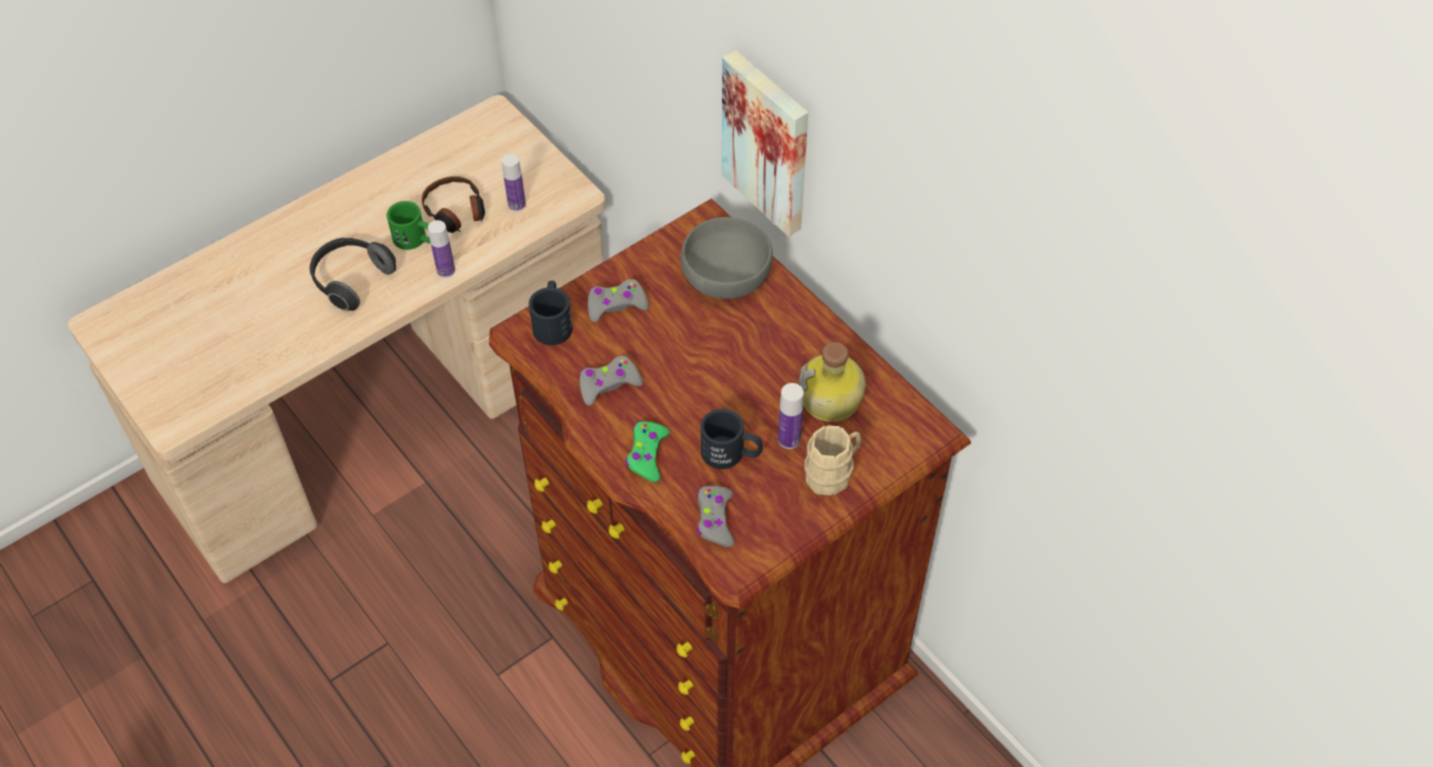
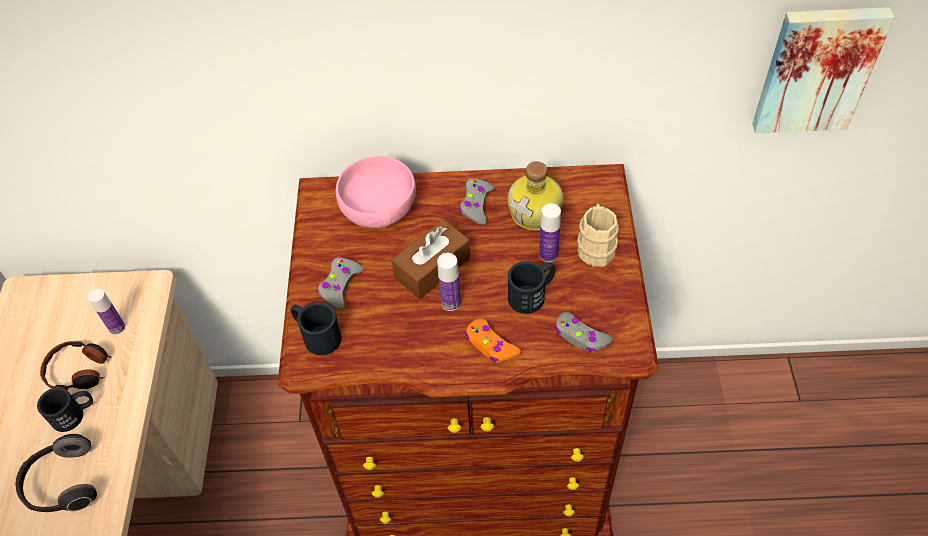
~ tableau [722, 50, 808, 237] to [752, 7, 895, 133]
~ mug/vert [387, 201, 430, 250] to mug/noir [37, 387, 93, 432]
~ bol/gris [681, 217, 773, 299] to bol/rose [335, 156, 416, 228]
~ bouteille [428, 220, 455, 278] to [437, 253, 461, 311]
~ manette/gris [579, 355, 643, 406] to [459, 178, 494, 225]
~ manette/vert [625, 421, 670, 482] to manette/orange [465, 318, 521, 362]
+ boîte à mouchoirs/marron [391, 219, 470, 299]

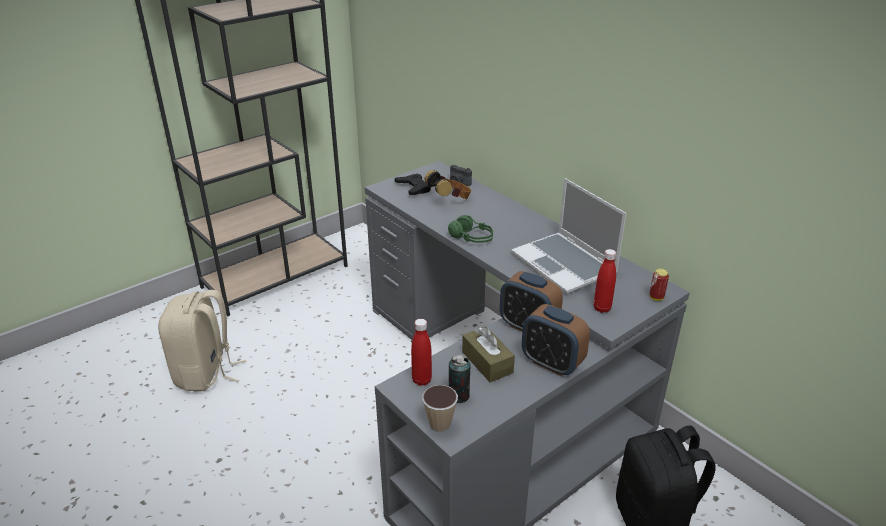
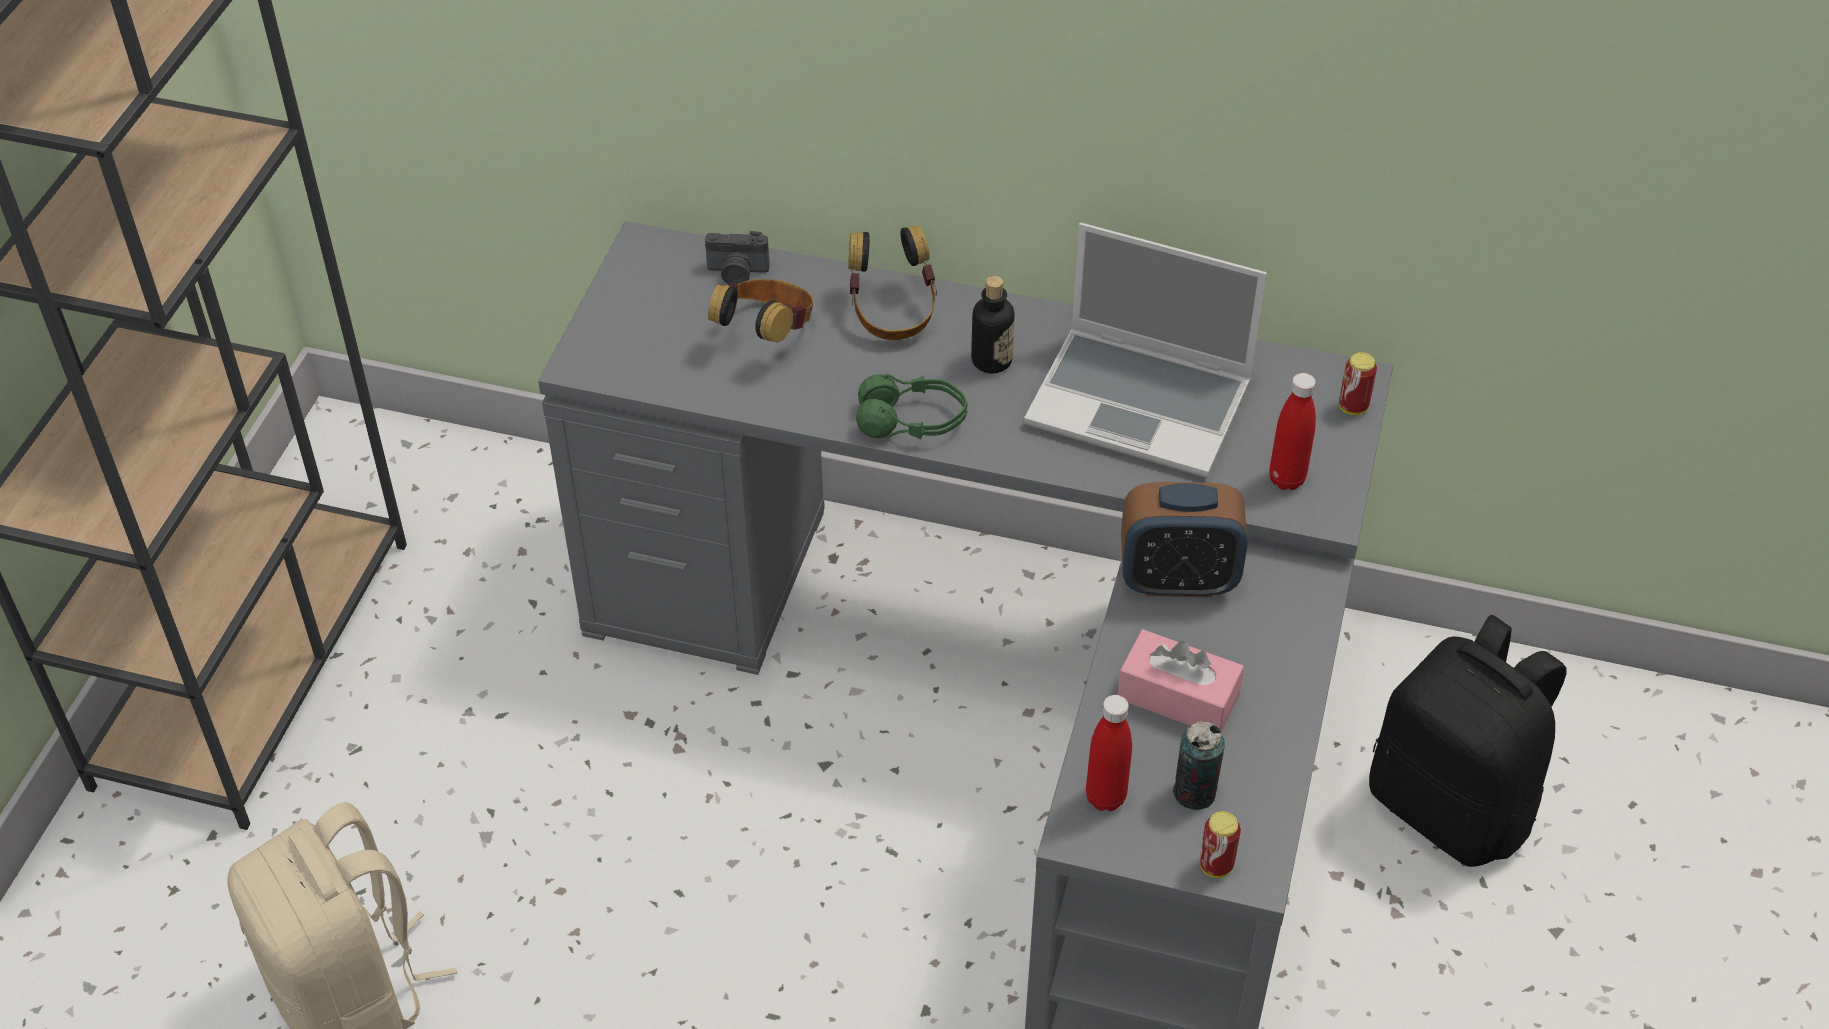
- manette/noir [395, 174, 431, 195]
- réveil [522, 304, 590, 376]
~ boîte à mouchoirs/marron [462, 326, 515, 382] to boîte à mouchoirs/rose [1118, 629, 1244, 733]
~ tasse [422, 385, 458, 432] to boîte métallique [1199, 811, 1241, 878]
+ casque audio [848, 225, 937, 340]
+ bouteille [971, 276, 1015, 374]

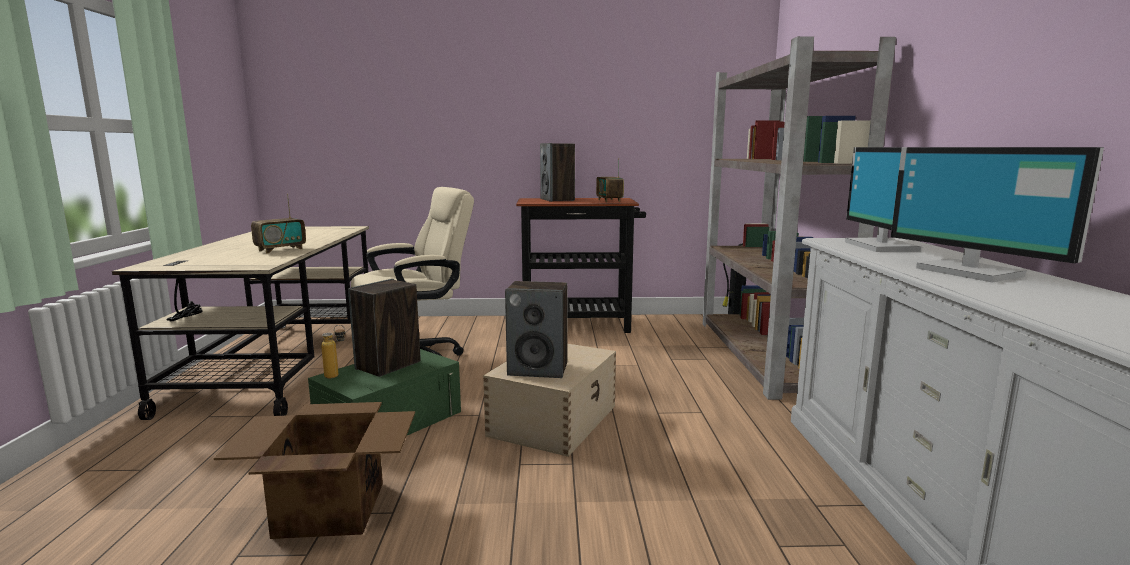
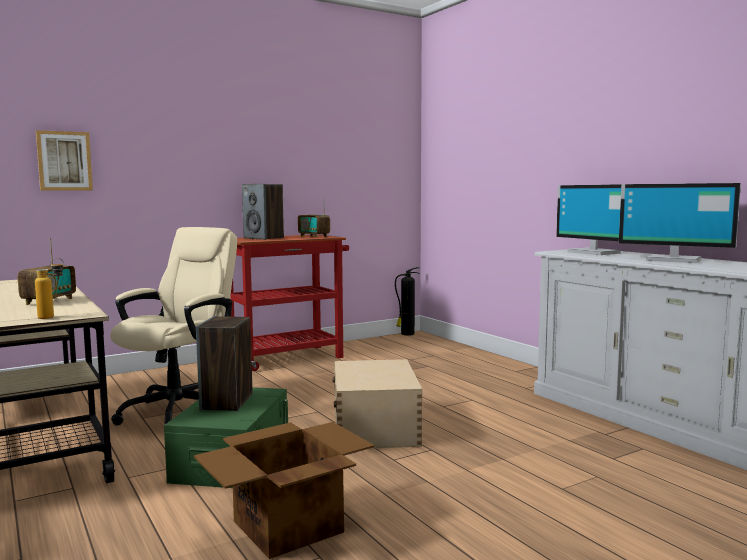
- bibliothèque/marron [703, 36, 896, 400]
~ chariot/noir [516, 198, 646, 333] to chariot/rouge [230, 234, 349, 371]
- enceinte [505, 281, 567, 378]
~ bouteille [321, 325, 345, 378] to [35, 258, 64, 319]
+ tableau [36, 130, 93, 191]

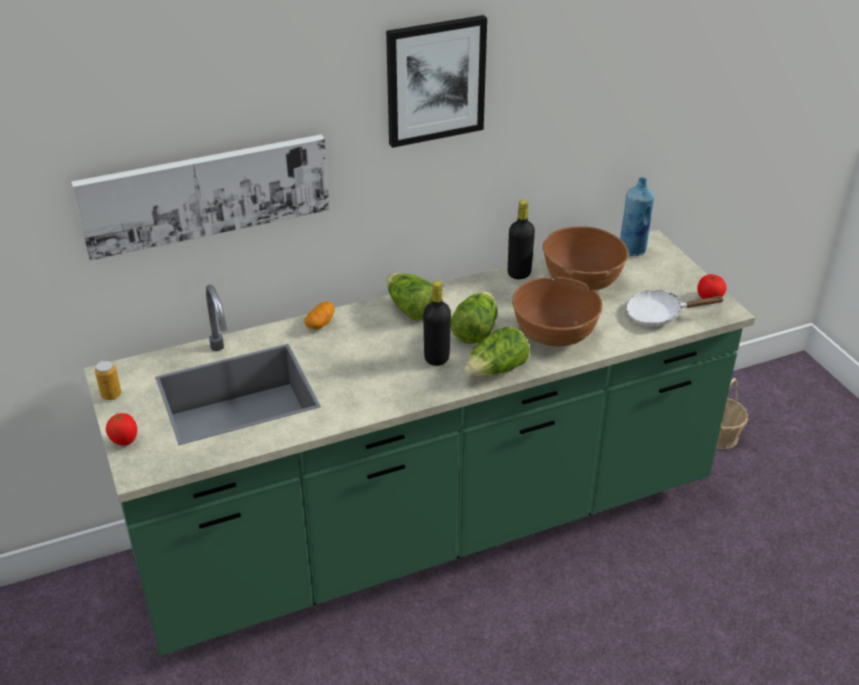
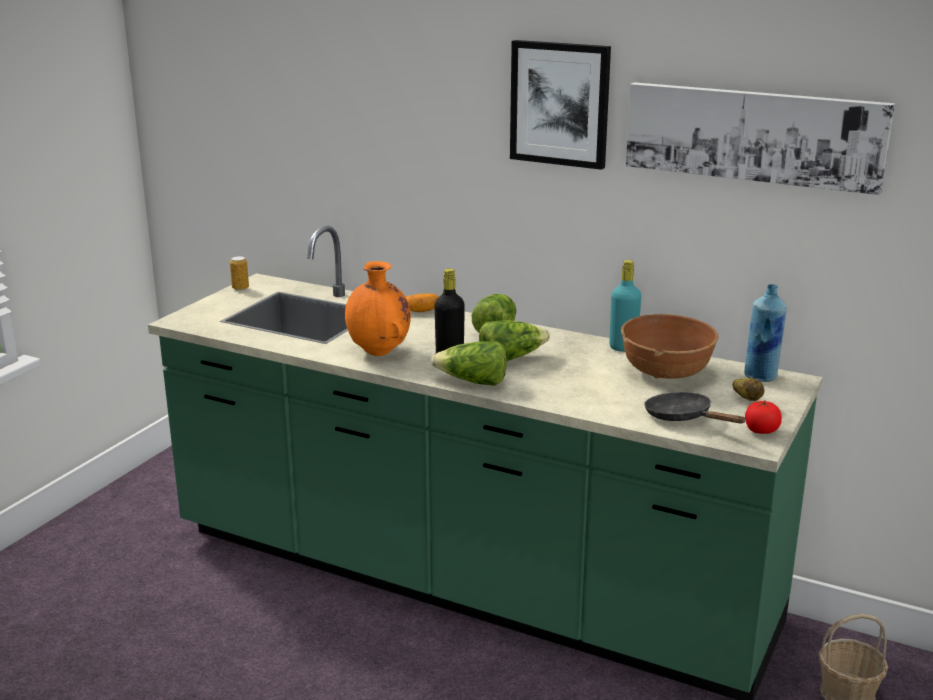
~ tableau [71, 134, 329, 261] to [626, 82, 895, 195]
~ bouteille/noir [508, 200, 535, 279] to bouteille/turquoise [609, 260, 641, 352]
- bol/marron [512, 277, 603, 347]
~ poêle/blanc [626, 290, 725, 326] to poêle/noir [644, 392, 745, 424]
- tomate [106, 413, 137, 446]
+ vase/orange [345, 261, 411, 356]
+ pomme de terre [732, 378, 764, 401]

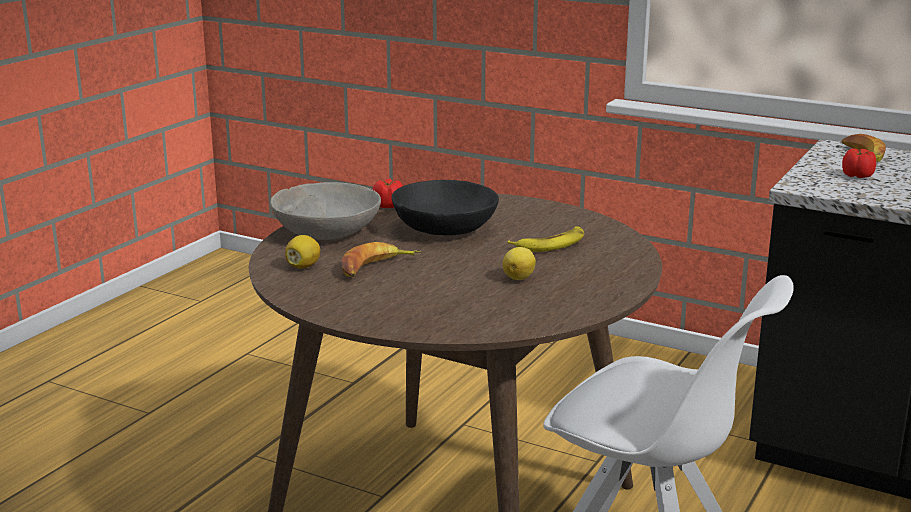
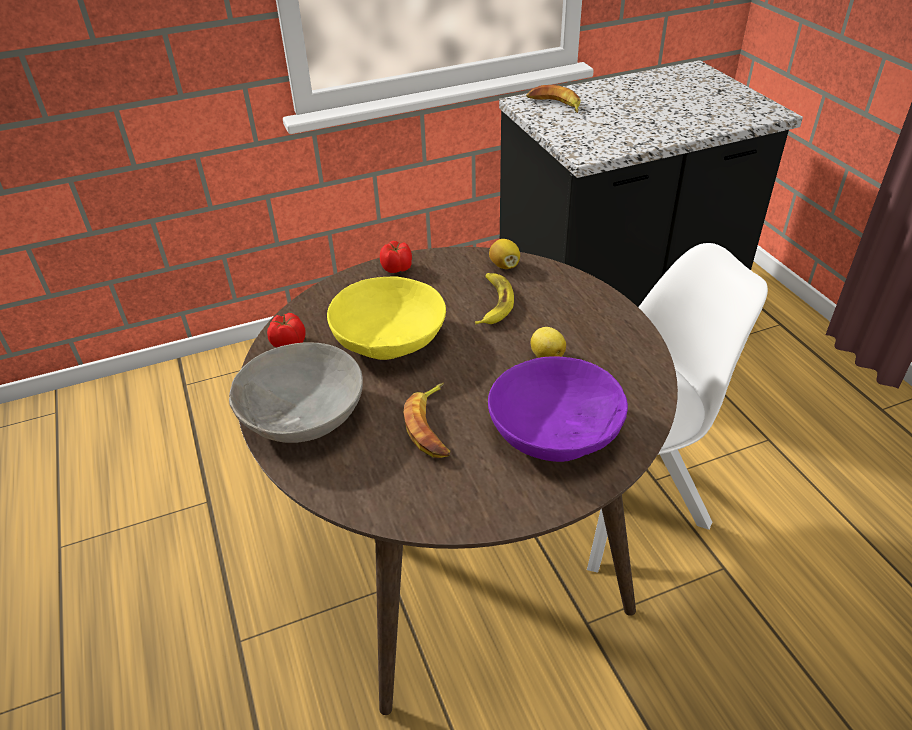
~ tomate [842, 148, 876, 178] to [380, 241, 412, 273]
~ bol/noir [391, 180, 499, 235] to bol/jaune [327, 276, 446, 360]
~ citron [285, 235, 320, 268] to [489, 239, 520, 269]
+ bol/violet [488, 356, 628, 462]

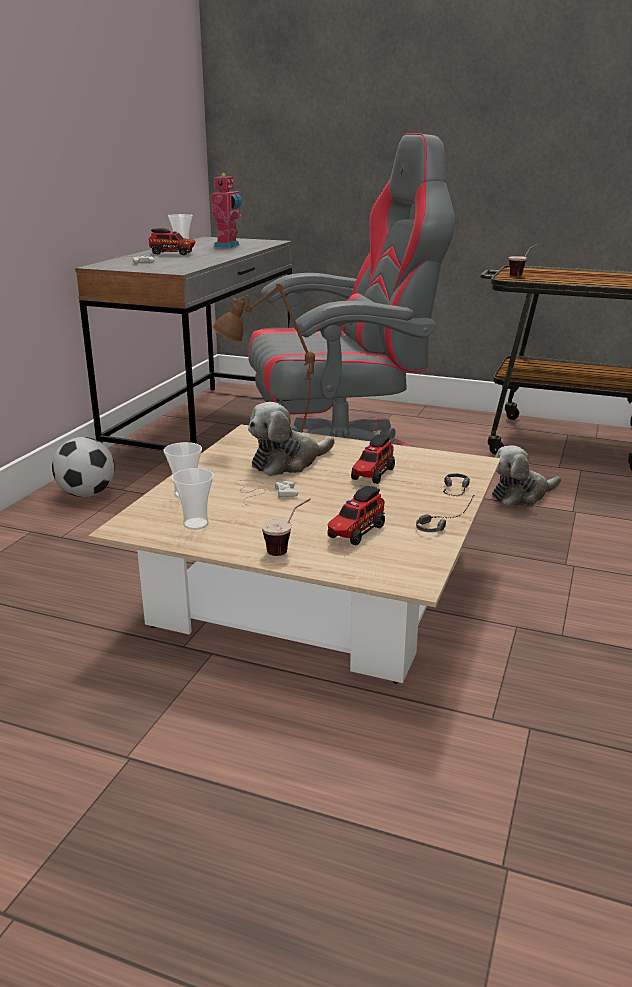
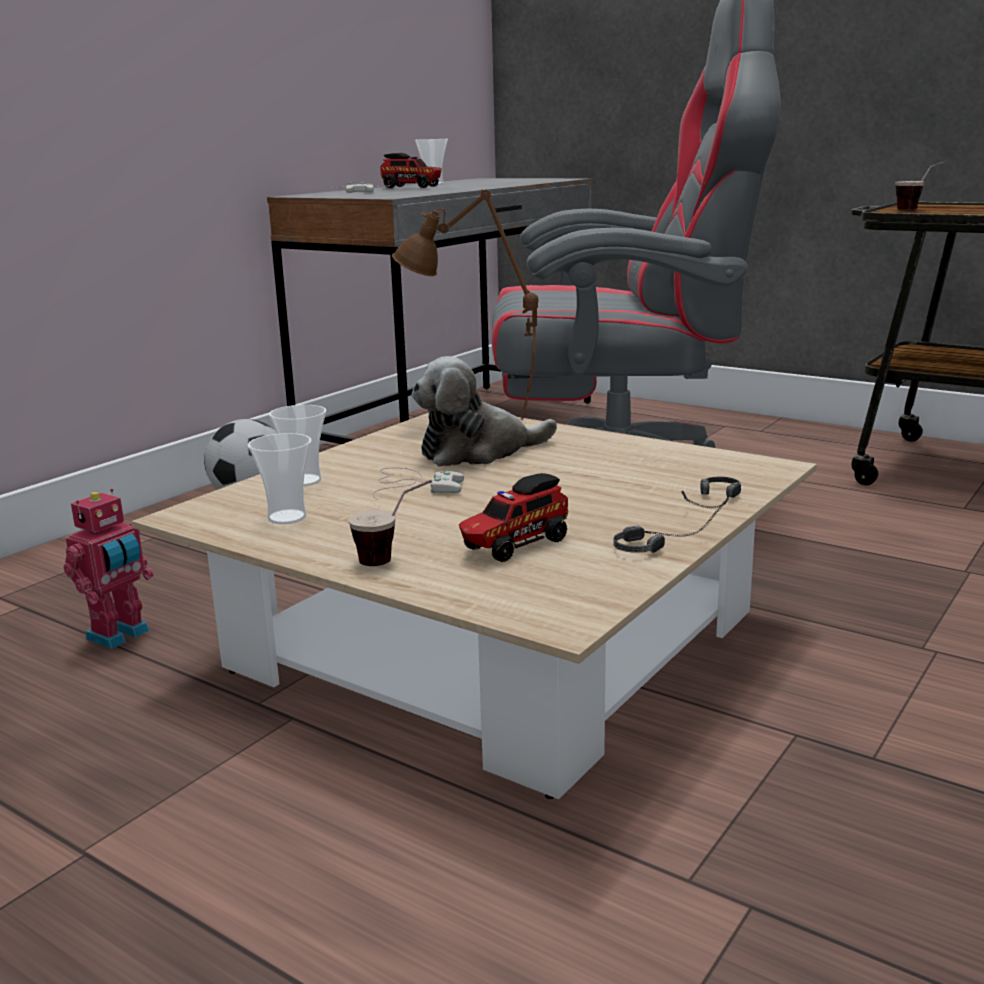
~ robot jouet [211, 173, 242, 248] to [63, 489, 154, 649]
- camion jouet [351, 435, 395, 484]
- peluche [492, 445, 561, 506]

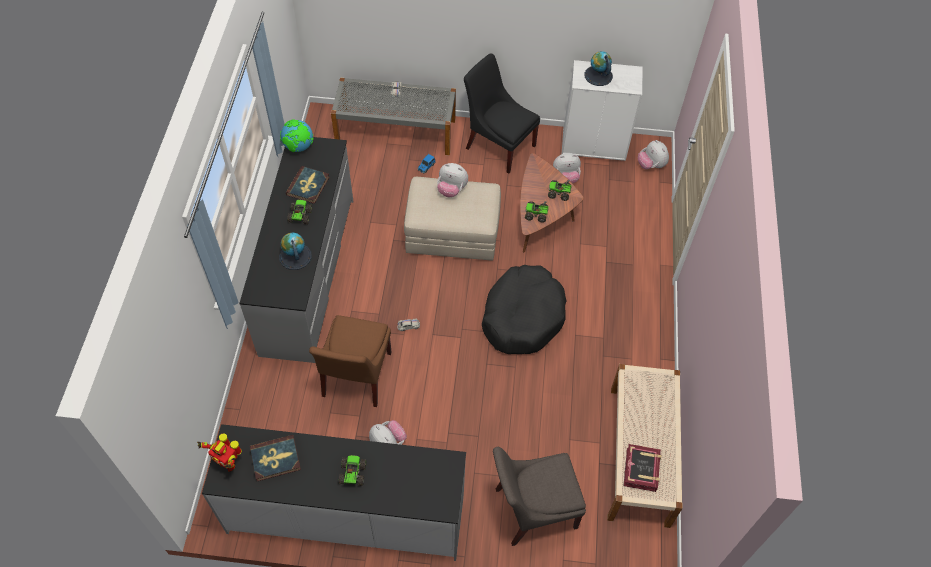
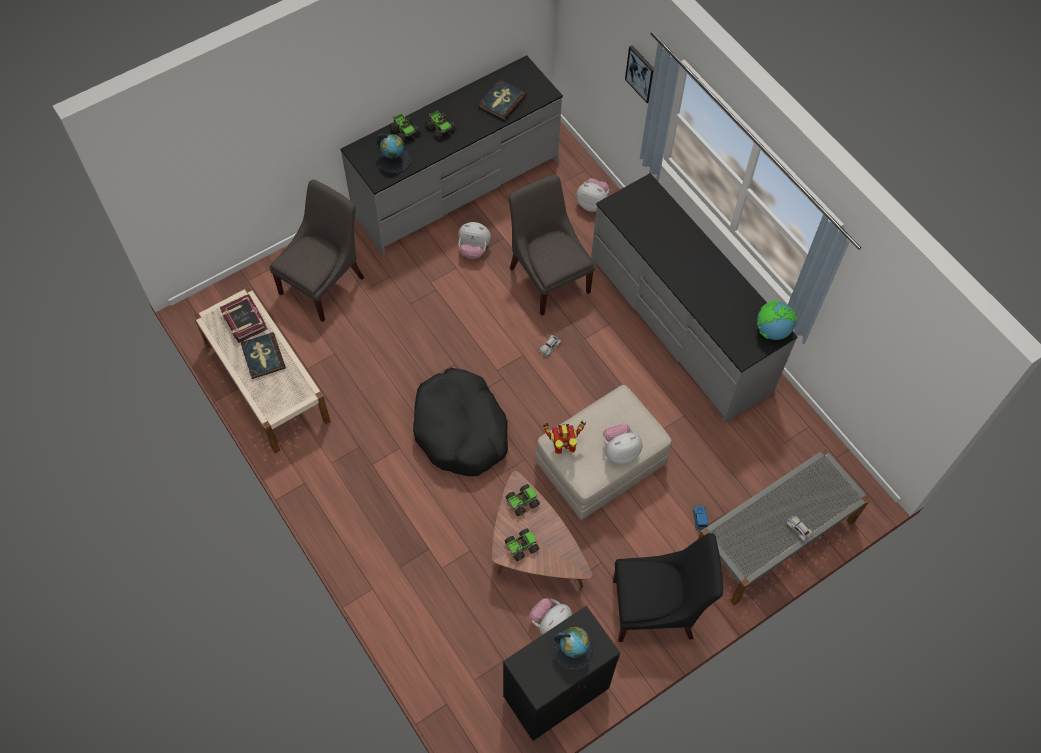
~ meuble de rangement/blanc [562, 60, 643, 161] to meuble de rangement/noir [503, 606, 620, 741]
~ peluche [638, 140, 669, 169] to [576, 178, 609, 212]
~ livre [286, 166, 329, 204] to [240, 332, 285, 379]
~ camion jouet [287, 200, 312, 225] to [390, 114, 420, 141]
~ globe [279, 232, 312, 270] to [377, 133, 410, 174]
~ chaise/marron [309, 315, 392, 407] to chaise/gris [508, 174, 595, 316]
~ robot jouet [197, 433, 242, 472] to [543, 420, 586, 455]
+ tableau [625, 45, 654, 103]

